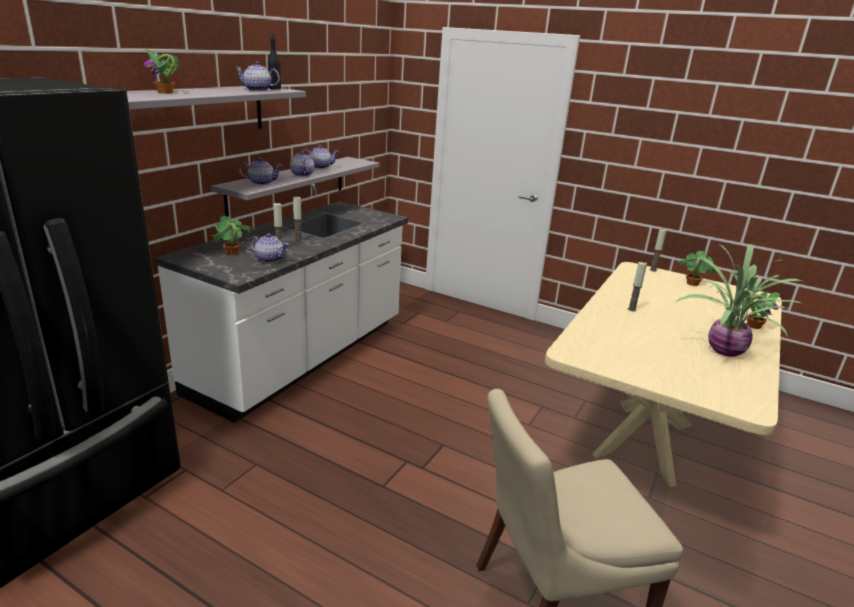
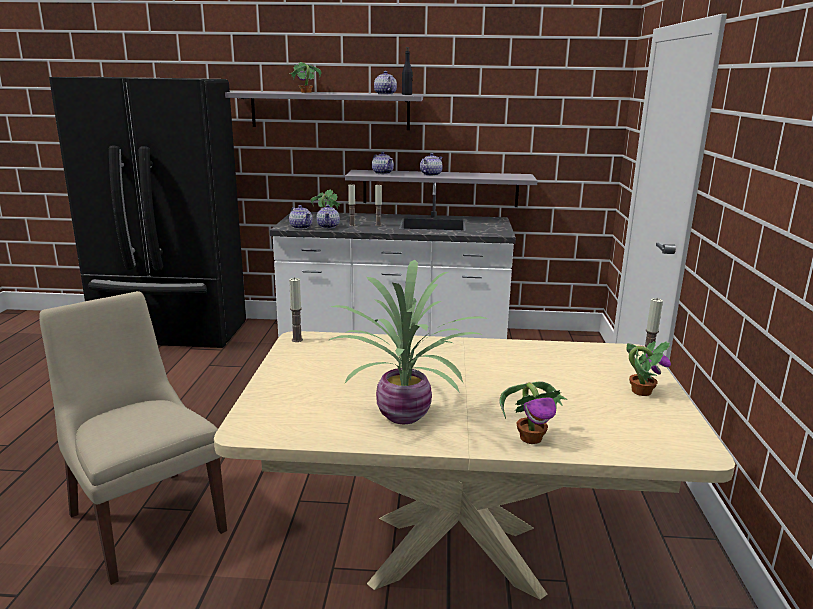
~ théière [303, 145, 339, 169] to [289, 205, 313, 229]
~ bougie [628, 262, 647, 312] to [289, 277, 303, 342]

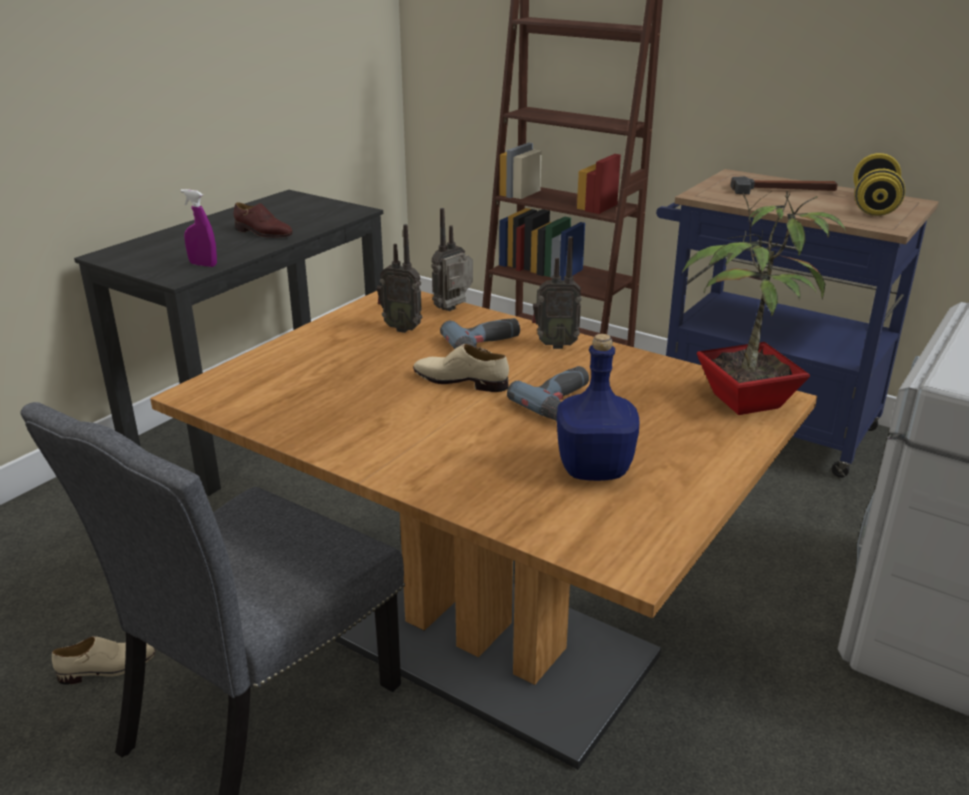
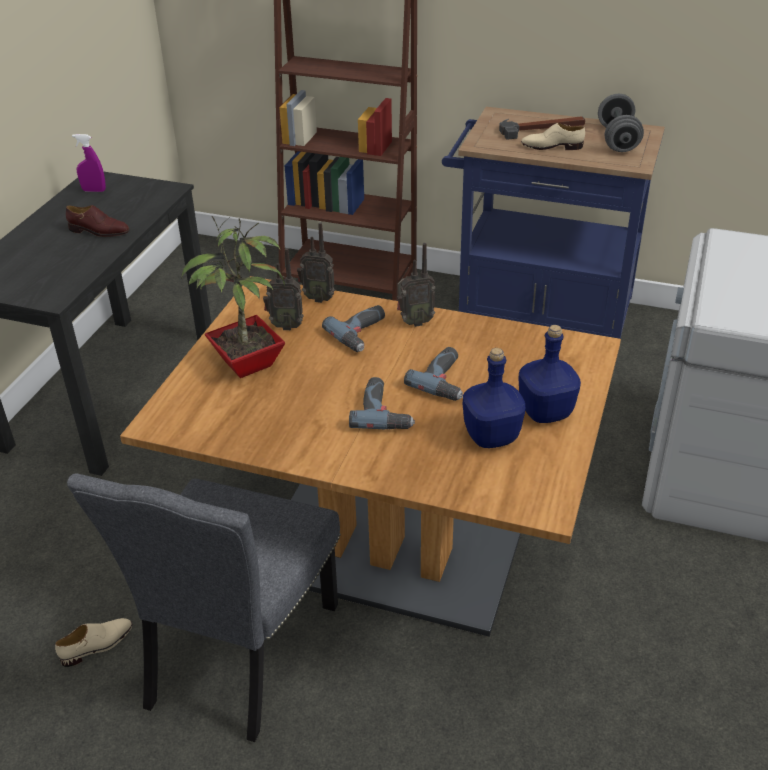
~ haltère/jaune [853, 153, 905, 216] to haltère/gris [598, 94, 644, 152]
~ vaporisateur/violet [181, 189, 217, 267] to [72, 134, 106, 192]
~ plante en pot [681, 190, 846, 415] to [182, 216, 285, 378]
~ radio [431, 208, 473, 311] = [297, 222, 335, 303] 105 degrees counterclockwise
~ chaussure/beige [413, 344, 509, 392] to [521, 123, 585, 150]
+ bouteille/bleu [519, 325, 581, 423]
+ perceuse [349, 377, 415, 429]

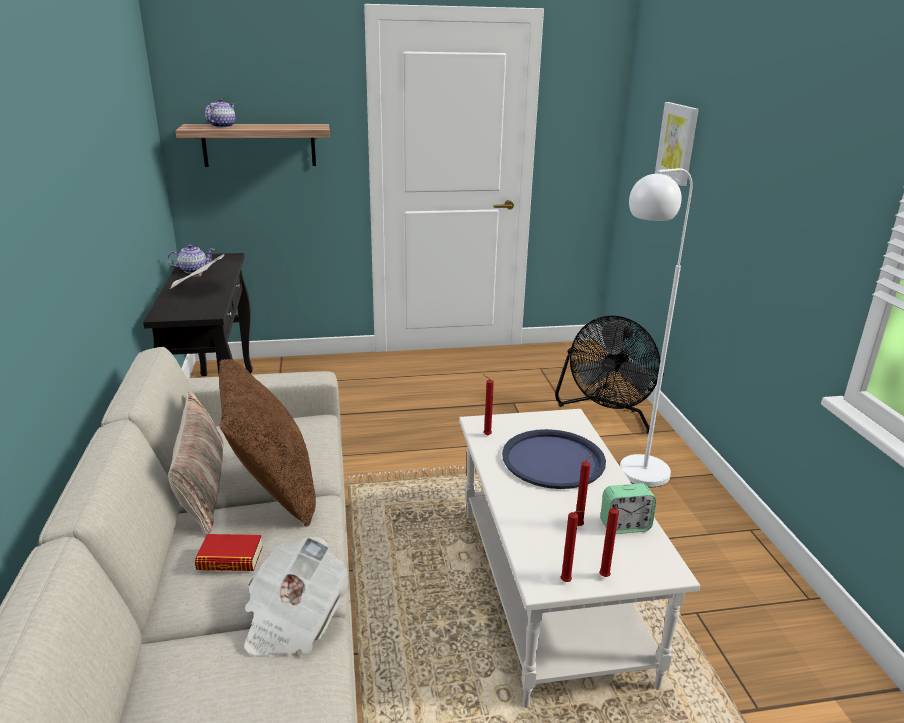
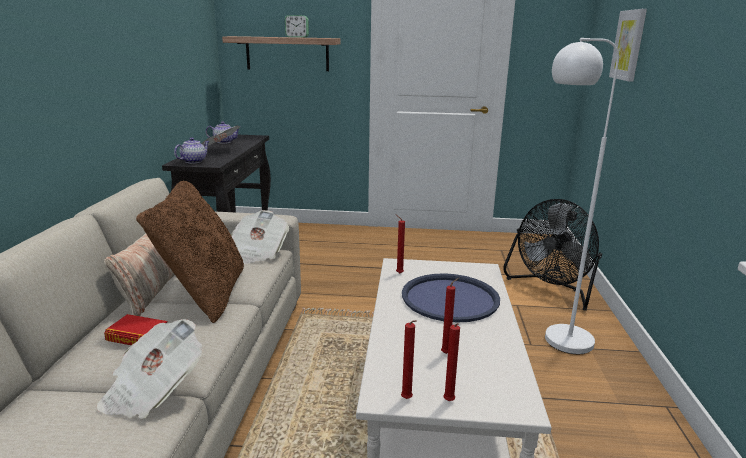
~ théière [205, 98, 235, 128] to [174, 137, 209, 164]
~ réveil [600, 483, 656, 534] to [285, 15, 309, 37]
+ journal [231, 210, 289, 264]

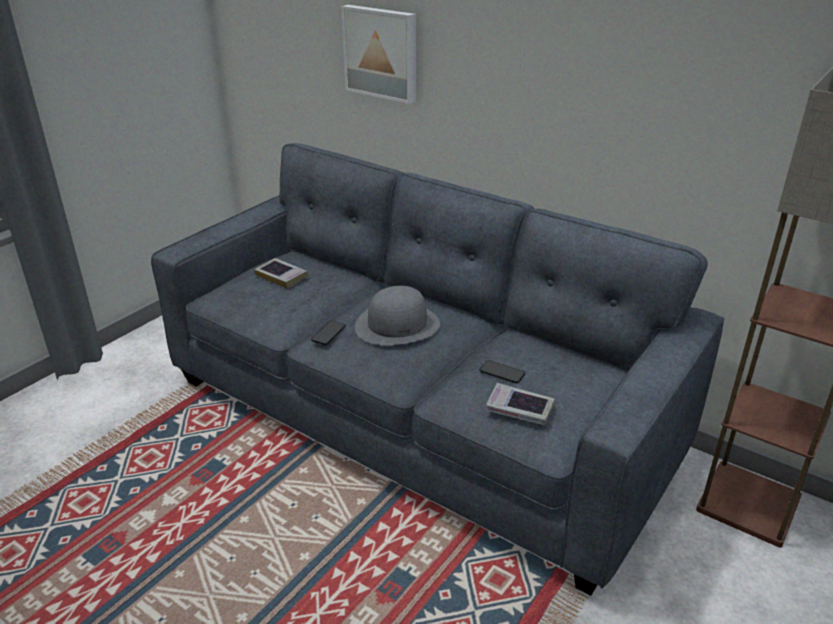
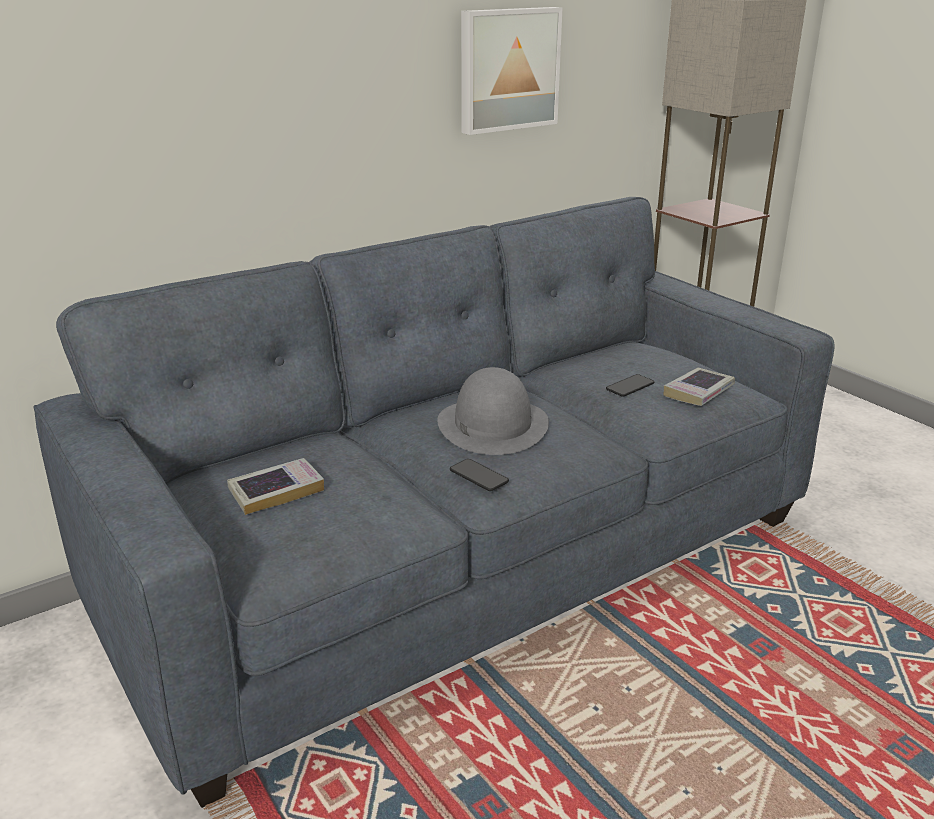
~ tableau [341, 5, 416, 104] to [461, 7, 563, 135]

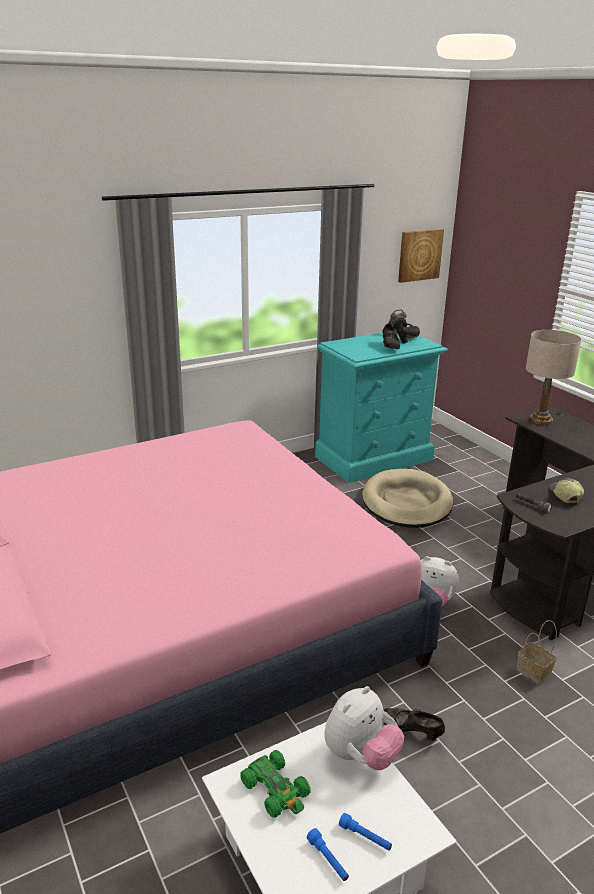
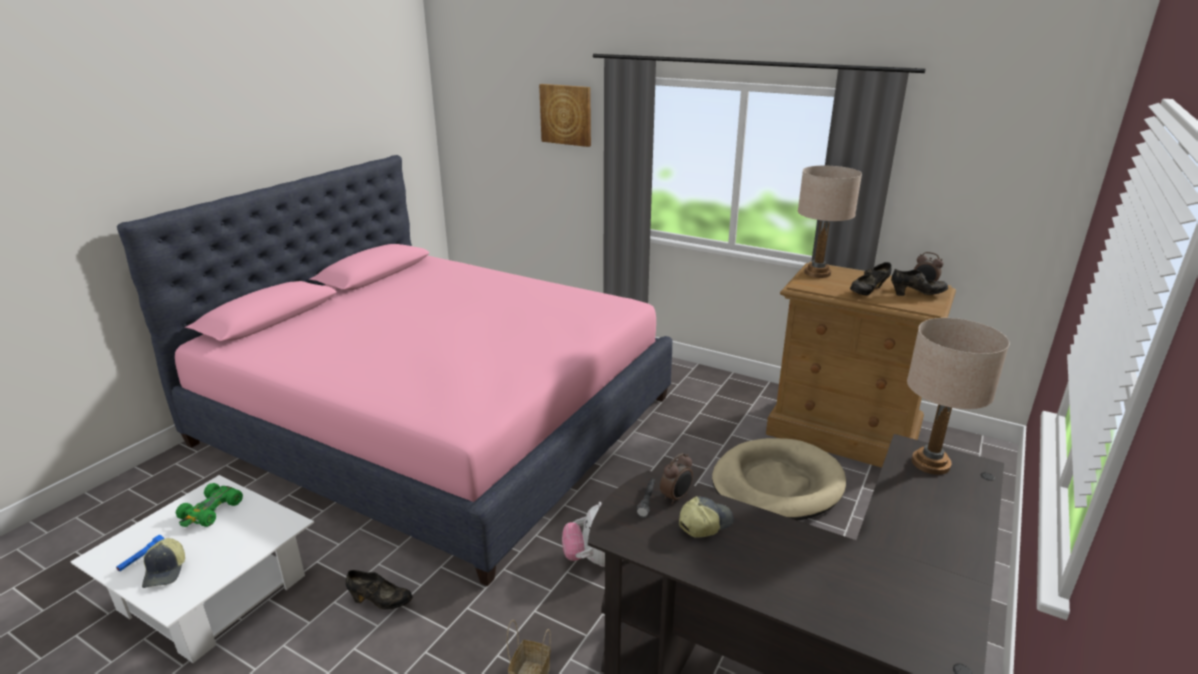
~ tableau [398, 229, 444, 283] to [539, 84, 591, 147]
~ commode/turquoise [315, 333, 448, 483] to commode/marron [766, 262, 956, 468]
- peluche [324, 686, 404, 770]
~ chaussure/noir [384, 708, 445, 741] = [346, 570, 413, 610] 105 degrees clockwise
~ lampe de poche/bleu [339, 813, 392, 851] to casquette [142, 538, 185, 588]
+ lampe de table/beige [798, 166, 862, 278]
+ réveil [660, 453, 693, 505]

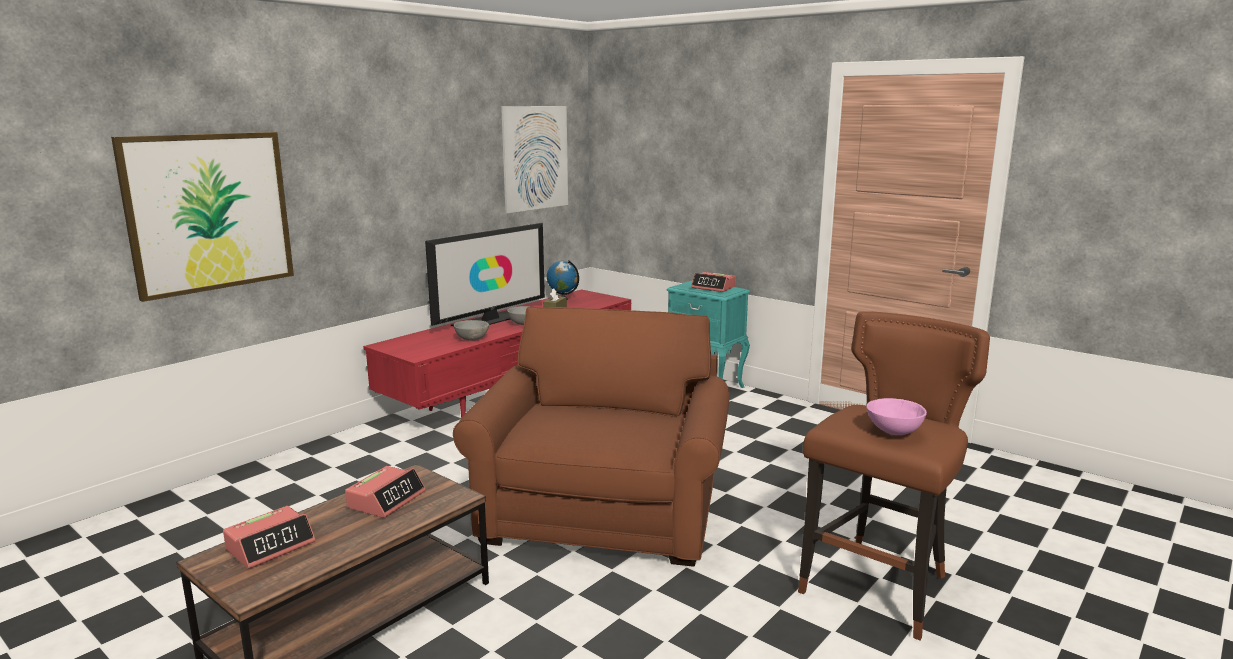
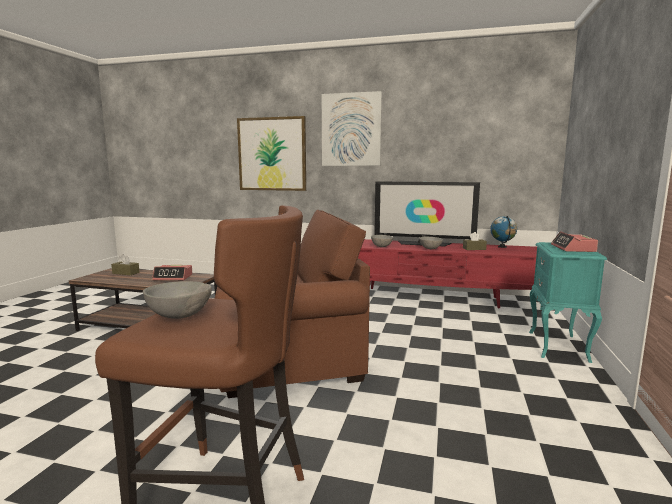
~ tableau [501, 106, 568, 213] to [322, 91, 382, 166]
~ bol/rose [866, 398, 927, 435] to bol/gris [143, 281, 212, 319]
~ réveil [223, 506, 315, 569] to boîte à mouchoirs/marron [111, 254, 140, 275]

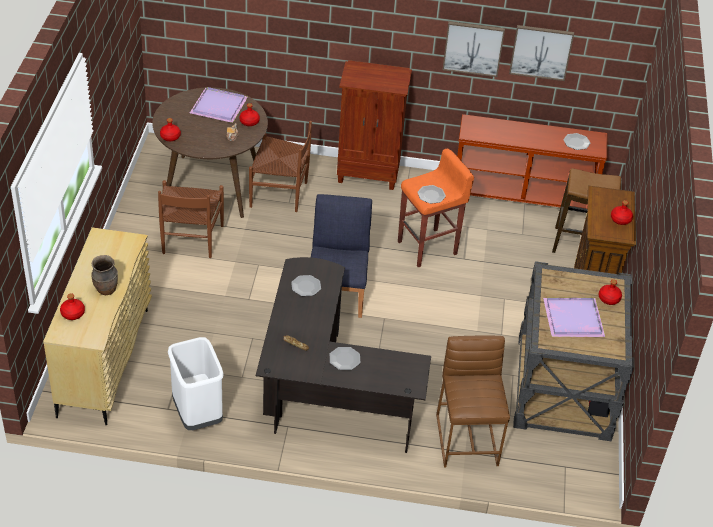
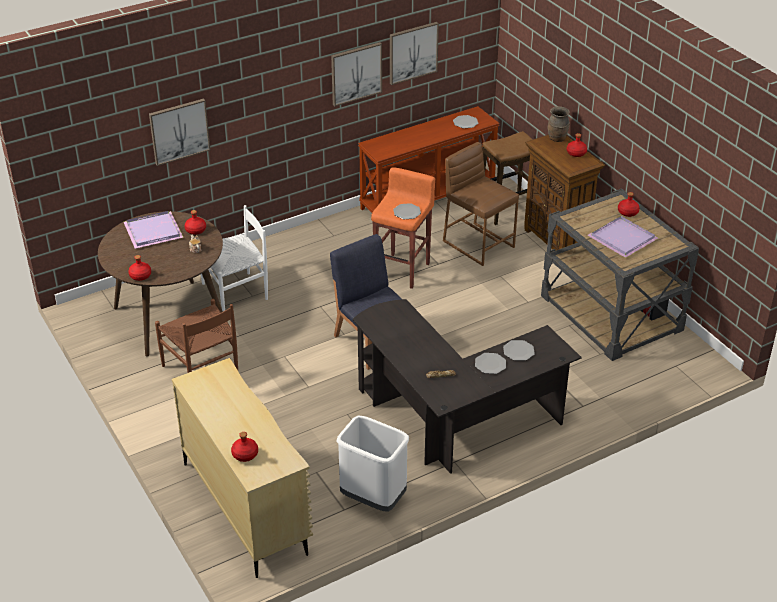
- meuble de rangement/marron [337, 60, 412, 190]
~ chaise/marron [249, 121, 312, 212] to chaise/blanc [201, 205, 268, 311]
~ vase/marron [91, 255, 118, 295] to [548, 106, 570, 142]
~ assiette [291, 275, 321, 296] to [503, 340, 535, 360]
~ tabouret/marron [436, 336, 510, 468] to [443, 142, 519, 266]
+ tableau [149, 99, 210, 166]

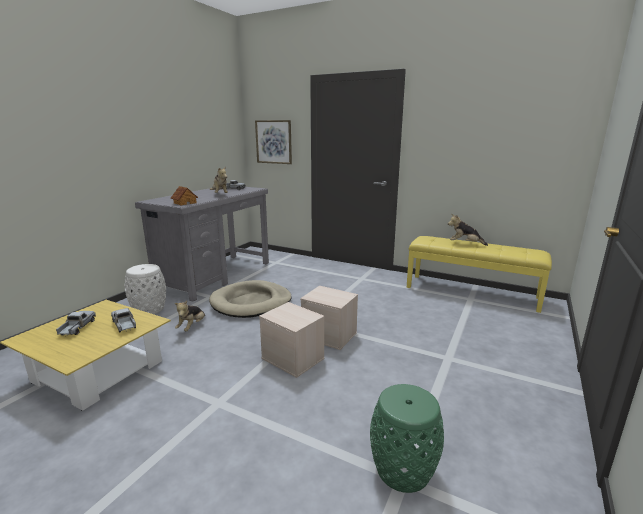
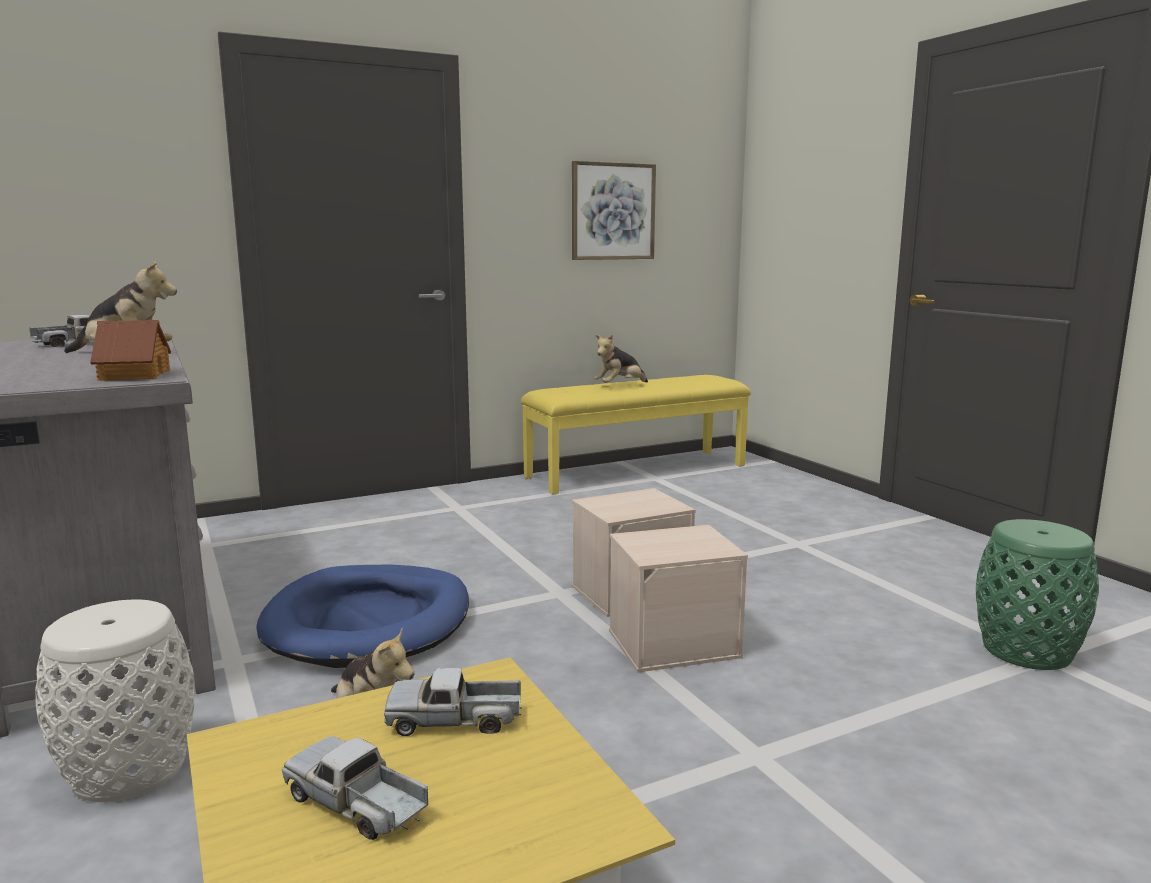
~ tableau [255, 120, 292, 164] to [572, 161, 656, 260]
~ panier pour chien/beige [209, 280, 292, 318] to panier pour chien/bleu [256, 565, 469, 668]

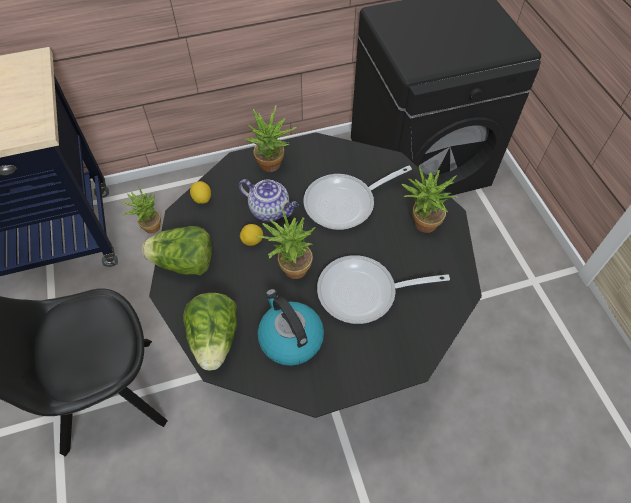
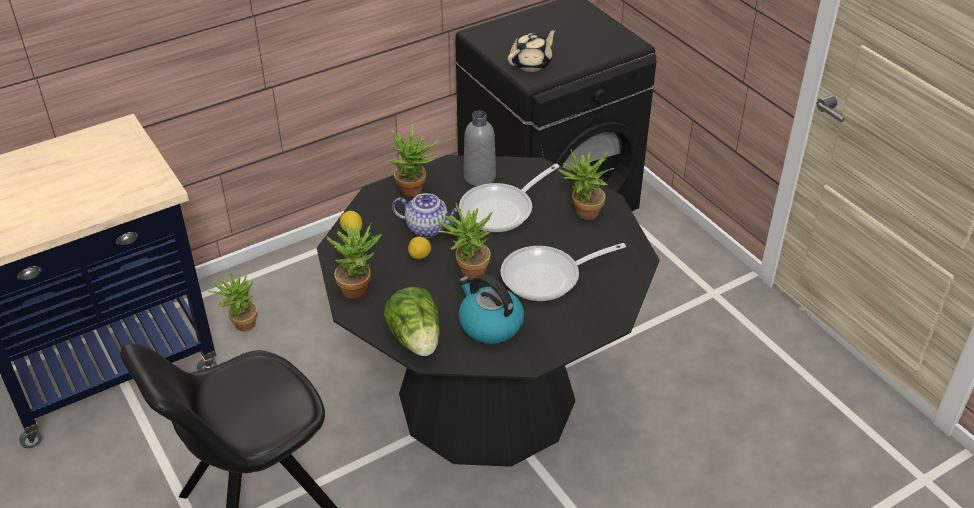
~ laitue [142, 226, 212, 275] to plante en pot [321, 222, 382, 299]
+ théière/beige [508, 28, 557, 72]
+ bouteille/gris [463, 111, 496, 186]

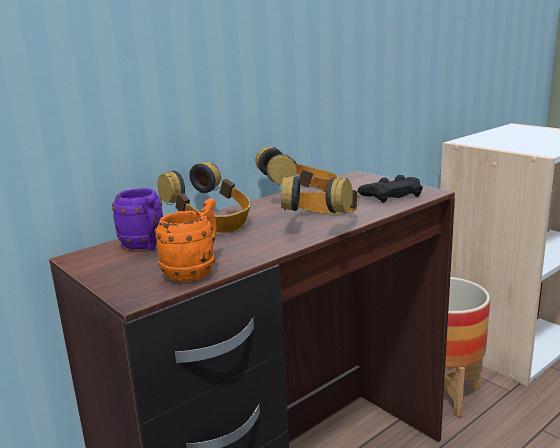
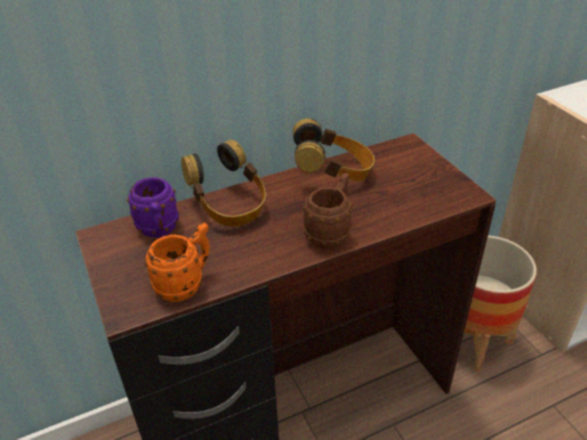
- manette/noir [358, 175, 423, 203]
~ casque audio [281, 176, 359, 214] to mug/marron [303, 173, 353, 249]

